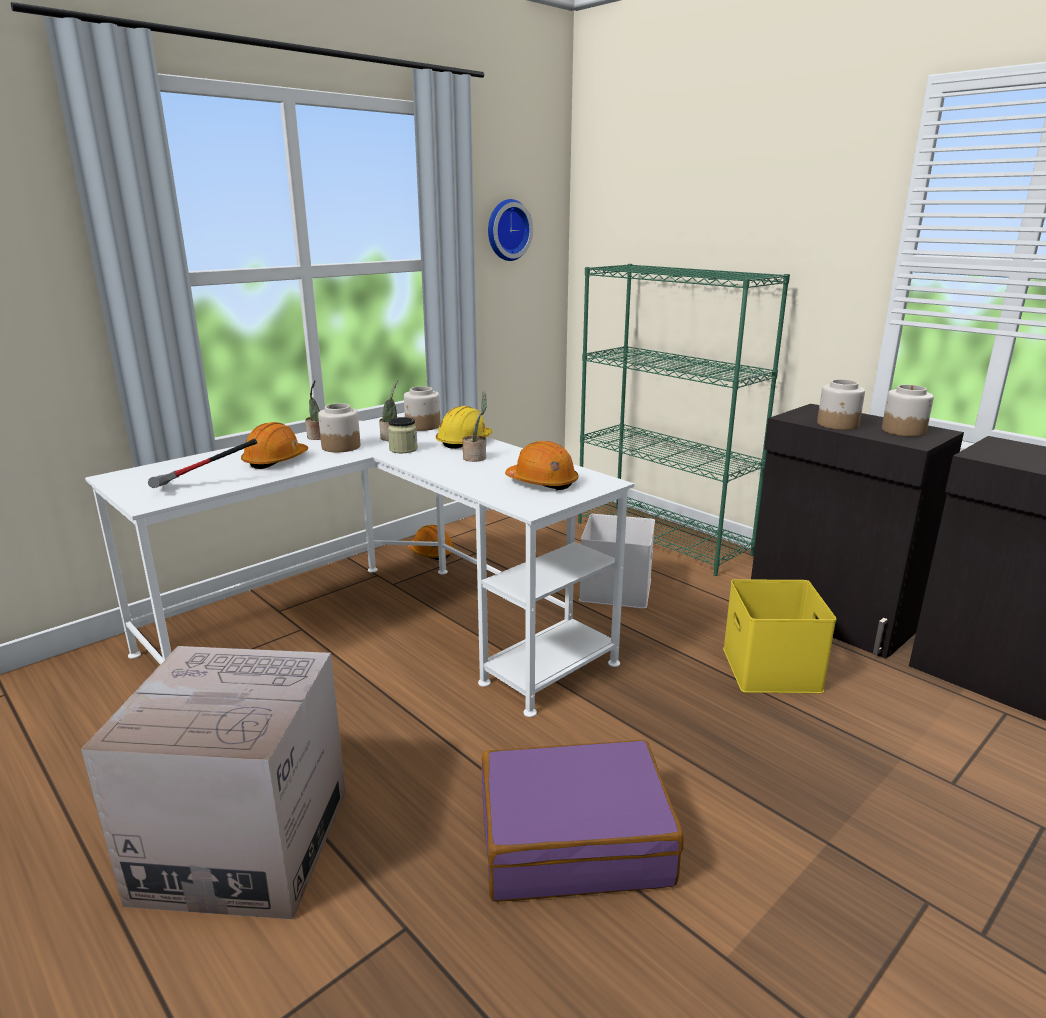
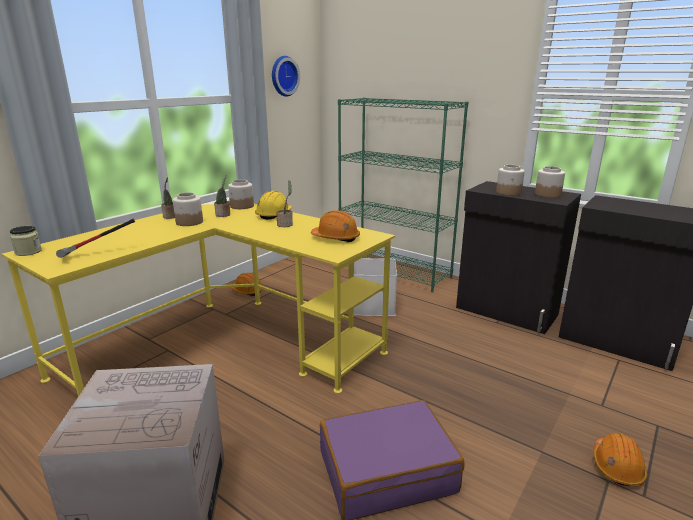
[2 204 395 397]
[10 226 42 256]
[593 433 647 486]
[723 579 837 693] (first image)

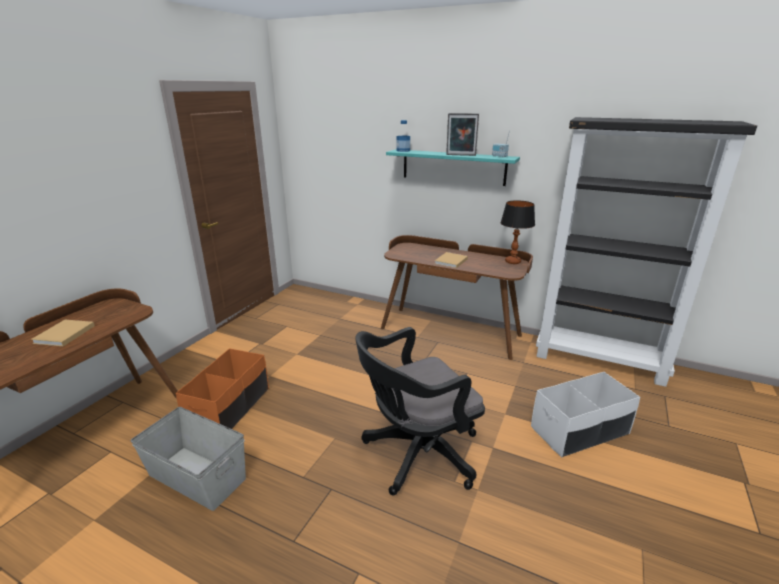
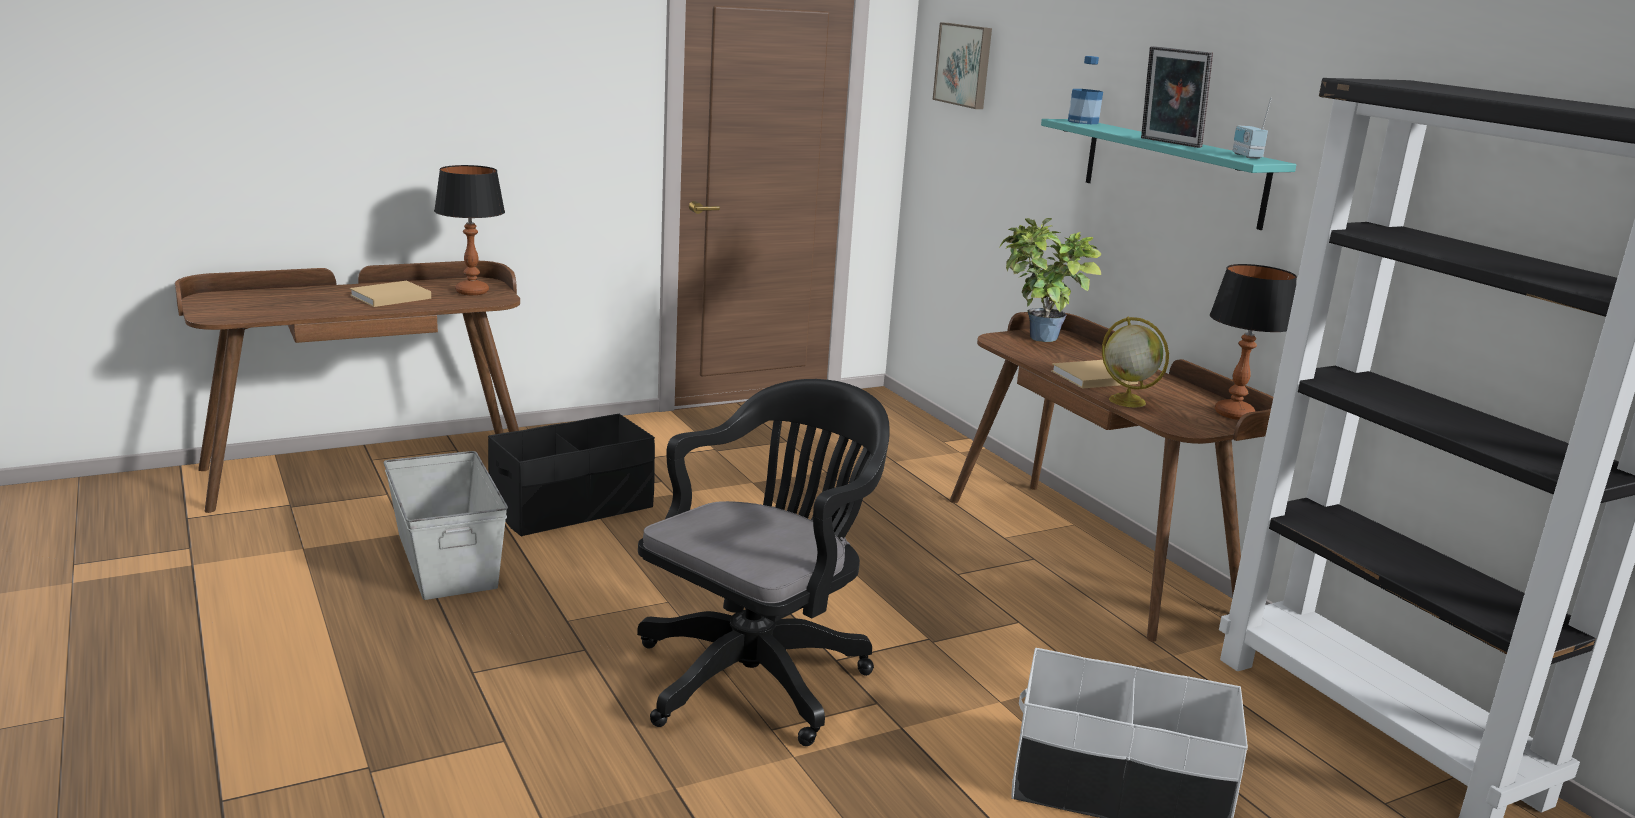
[434 165 505 295]
[488 414 655 537]
[637 379 890 746]
[933 22 992 109]
[999 218 1101 342]
[1102 317 1169 407]

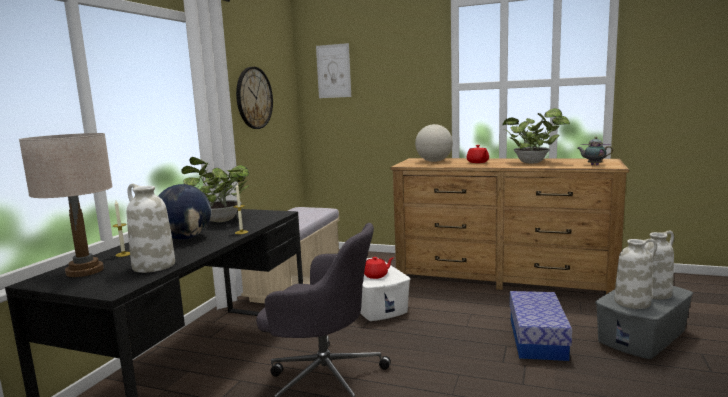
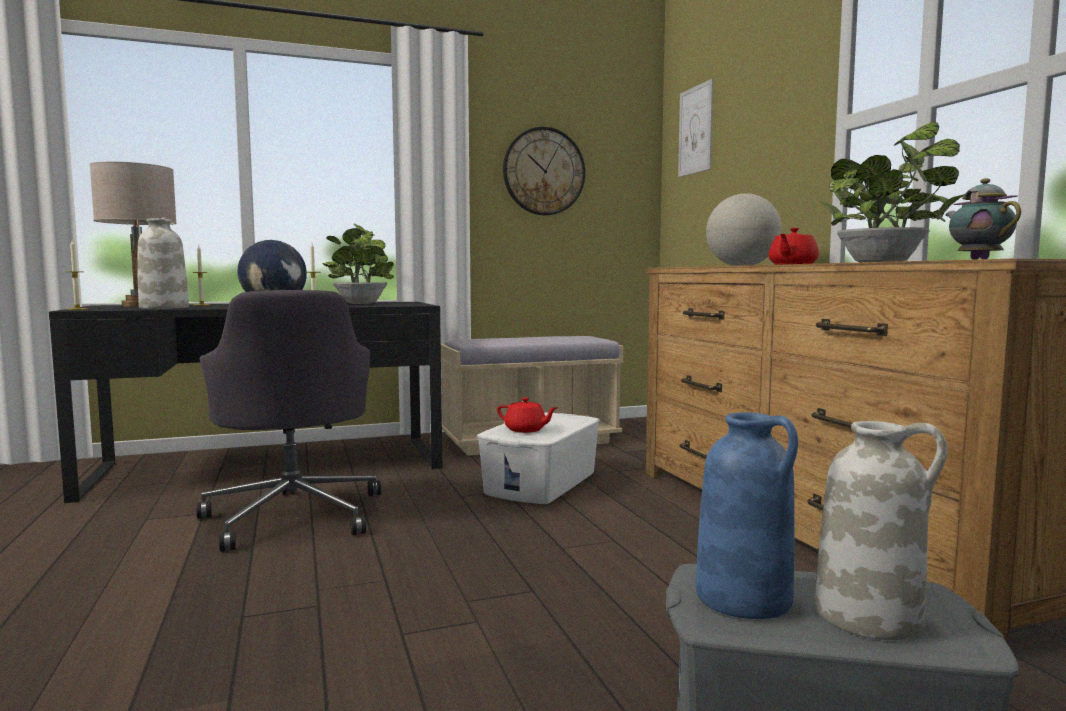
[65 240 88 310]
[696 412 798 619]
[510 291 572 361] (first image)

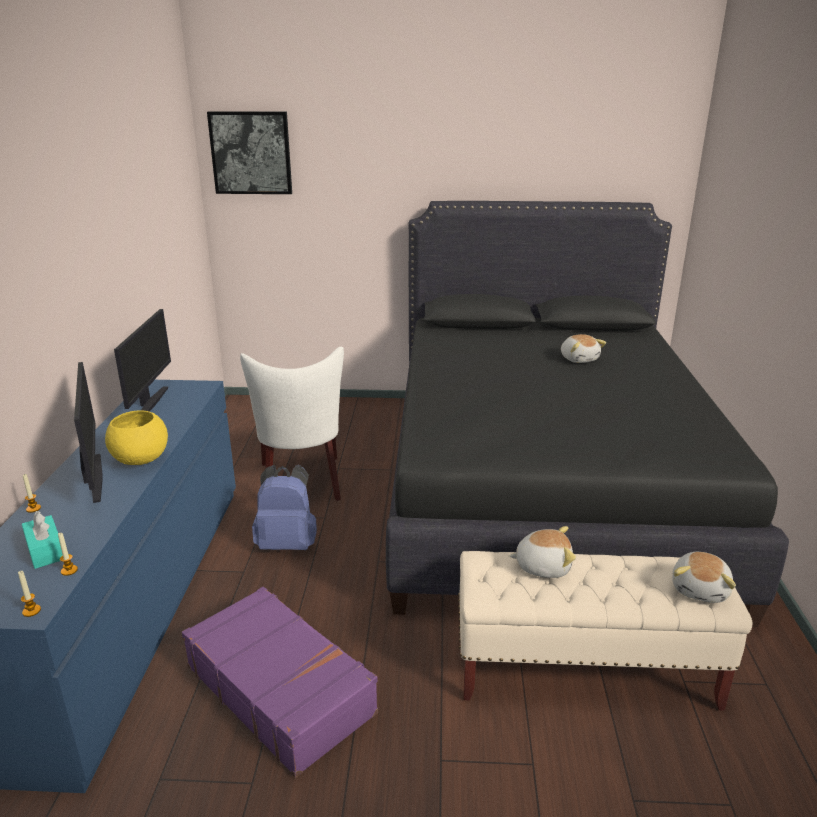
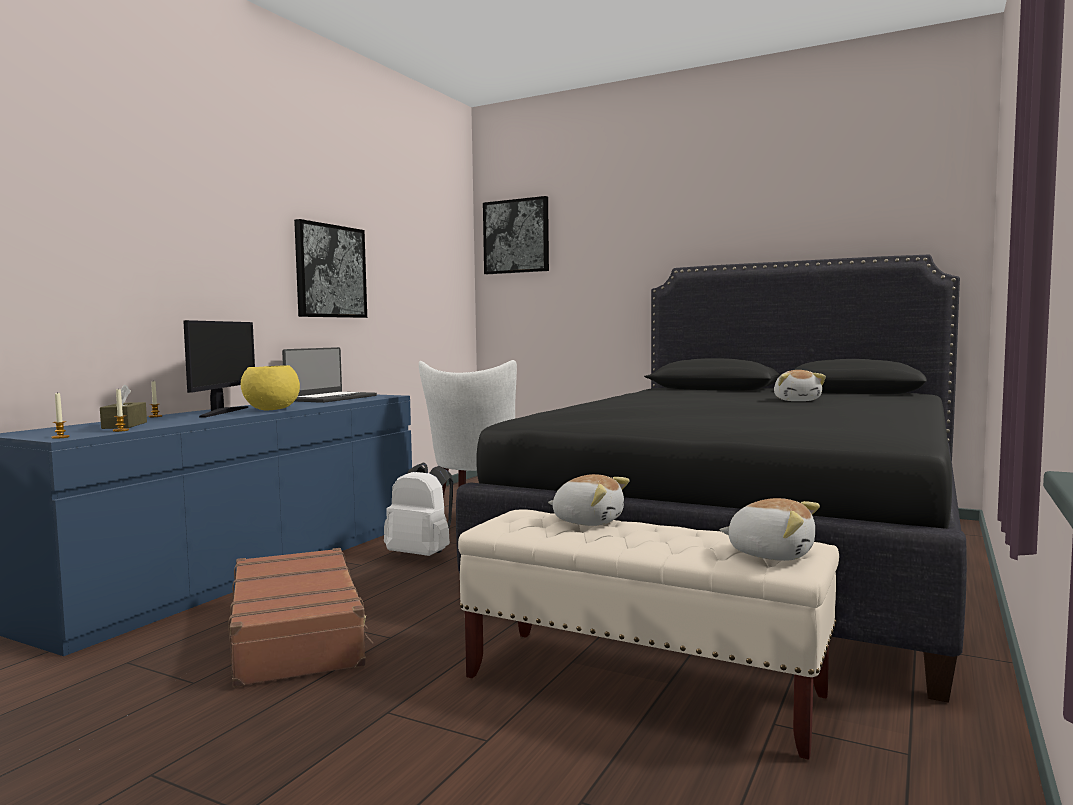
[100 384 147 429]
[228 548 373 687]
[282 347 377 403]
[294 219 367 318]
[384 462 453 556]
[720 498 820 561]

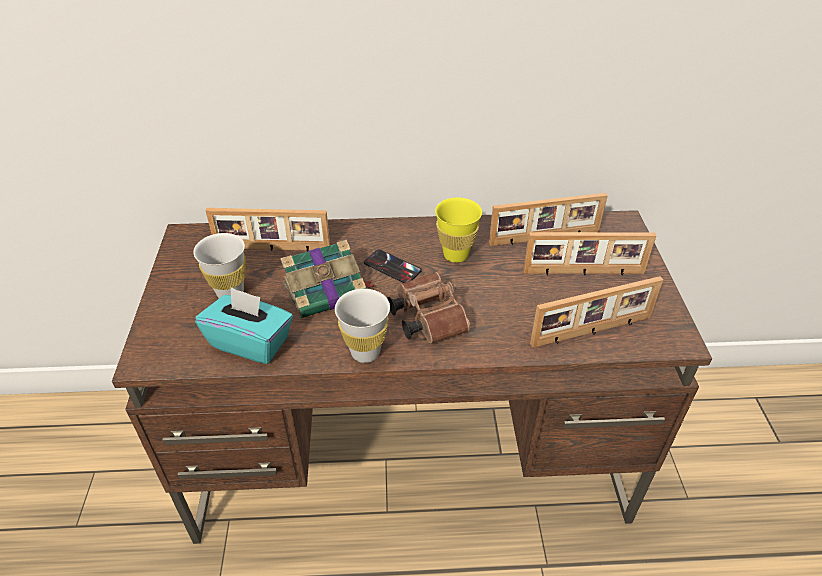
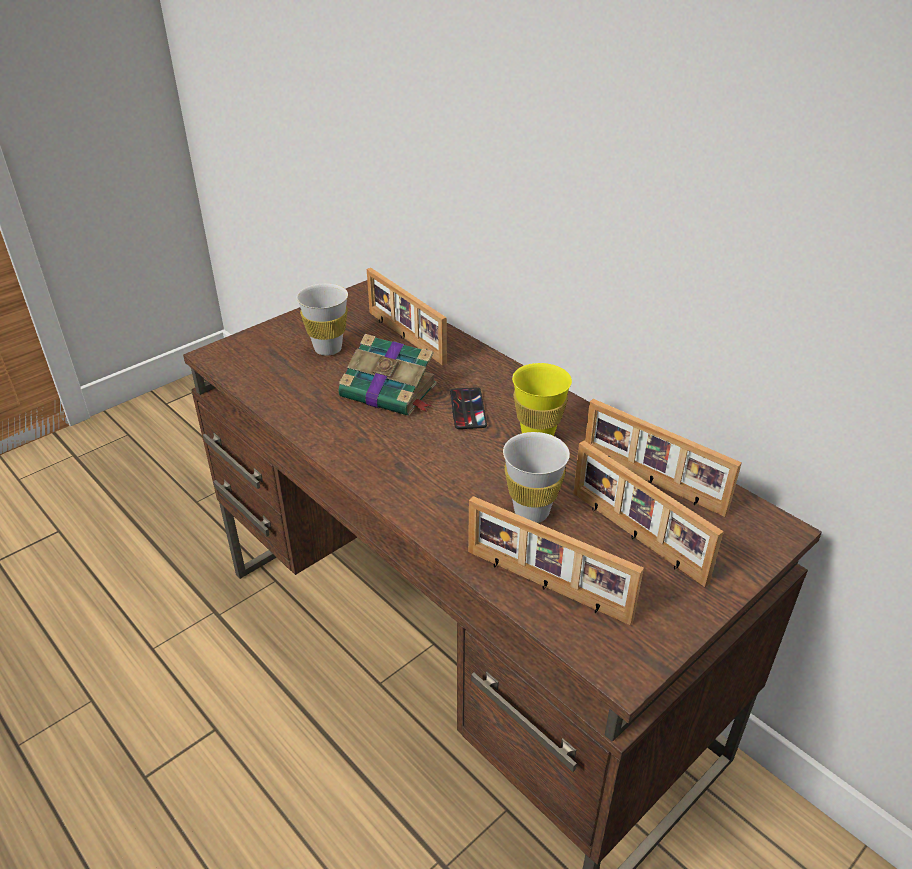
[503 432 570 523]
[195 287 293 364] (first image)
[387 272 471 344] (first image)

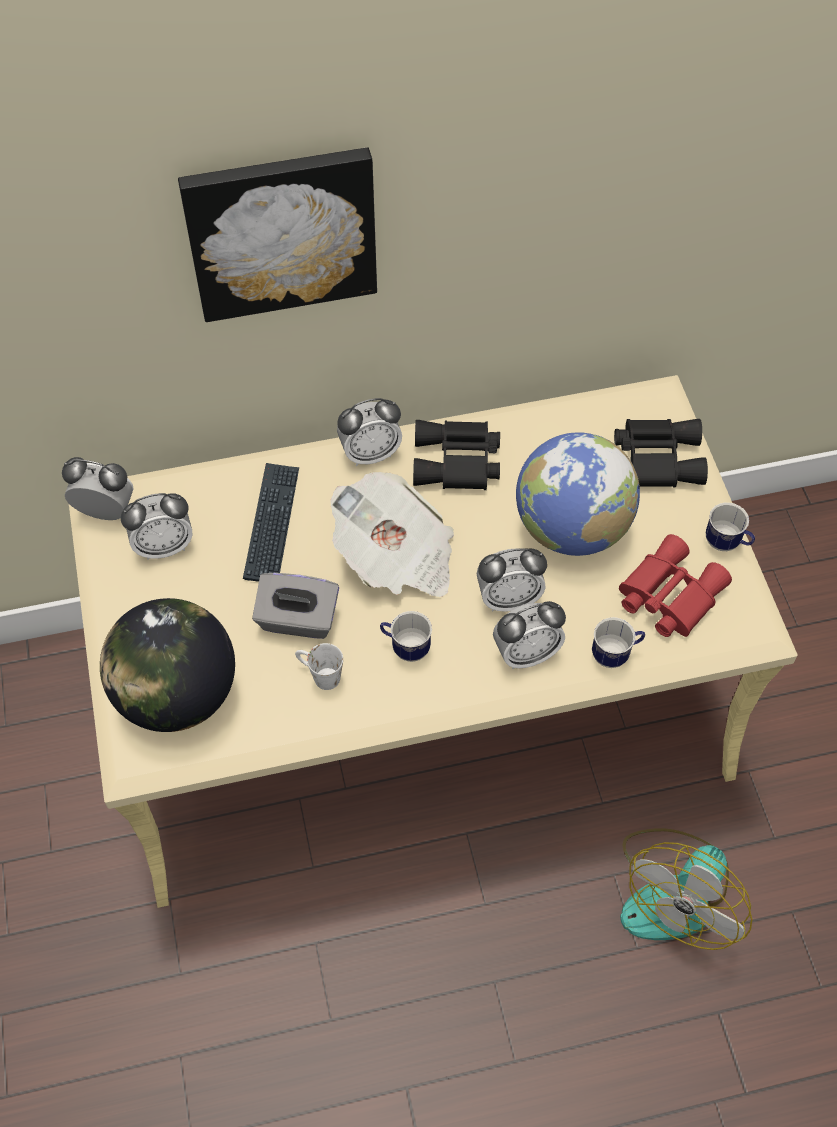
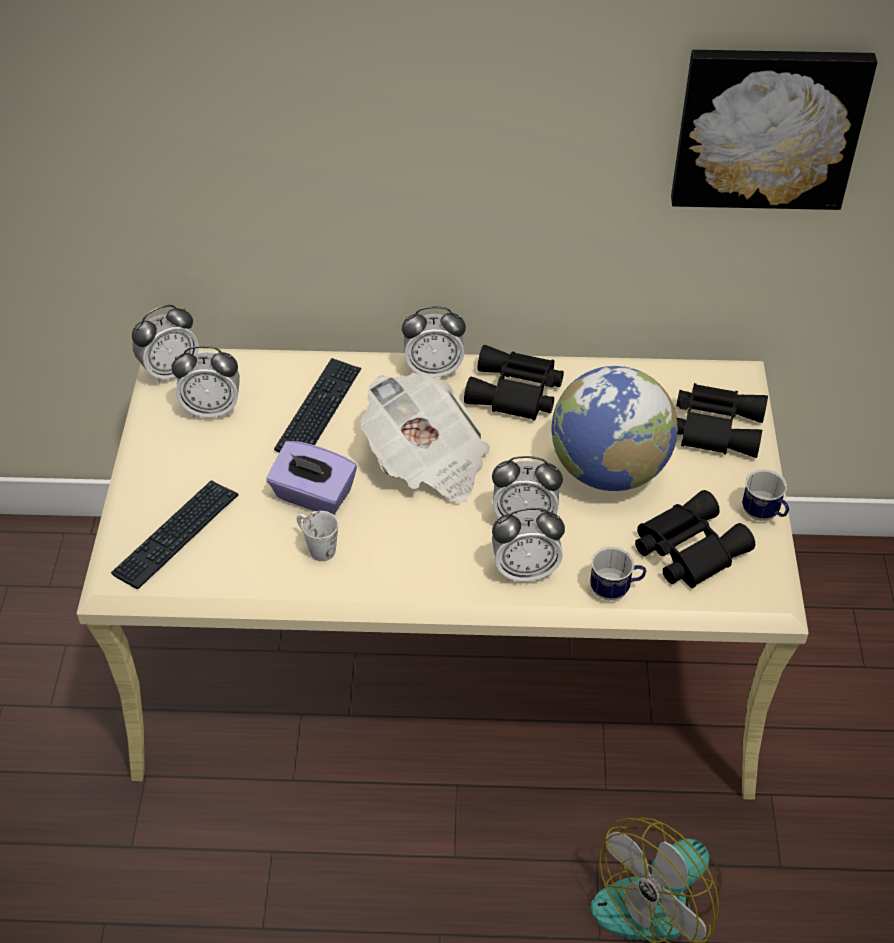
[111 480 238 589]
[132 305 199 384]
[266 441 357 515]
[635 490 755 588]
[671 50 877 210]
[380 611 432 662] (first image)

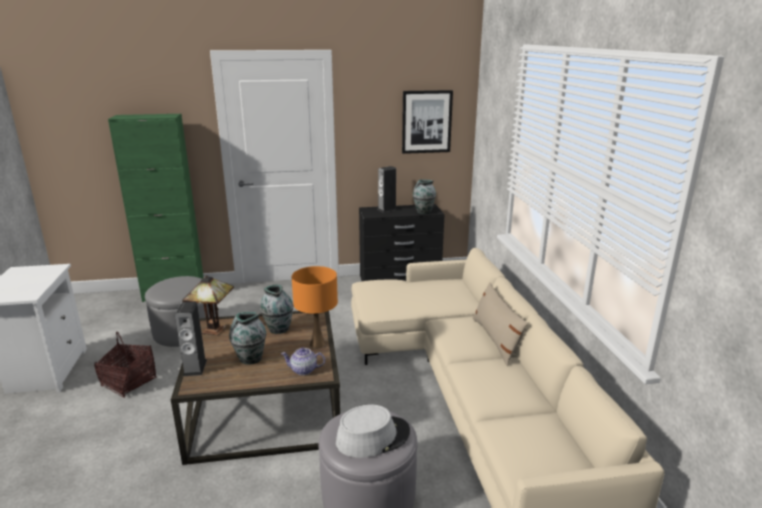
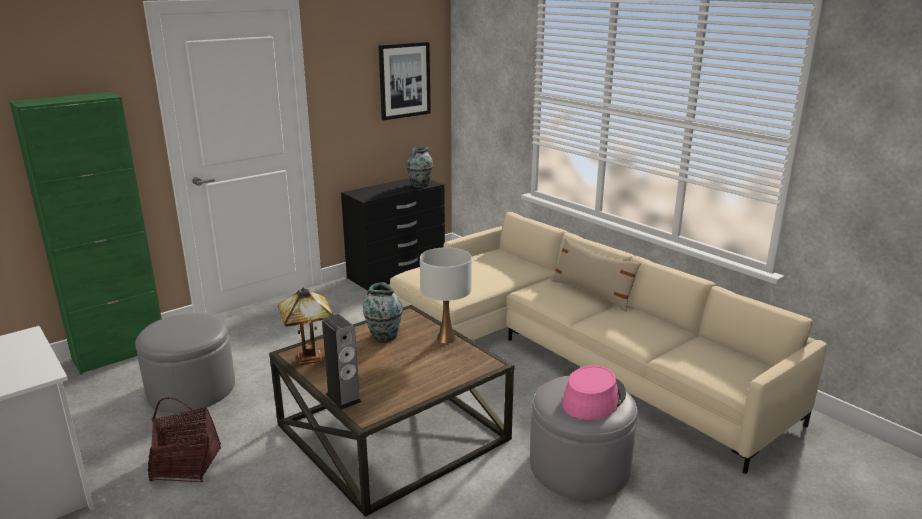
[420 247 472 343]
[562 365 626 420]
[229 312 266 365] (first image)
[281 348 325 375] (first image)
[377 166 397 212] (first image)

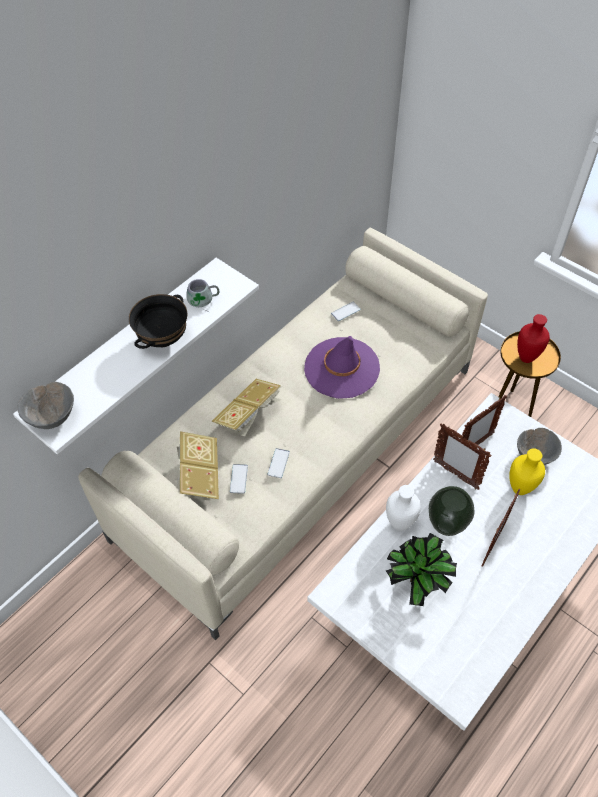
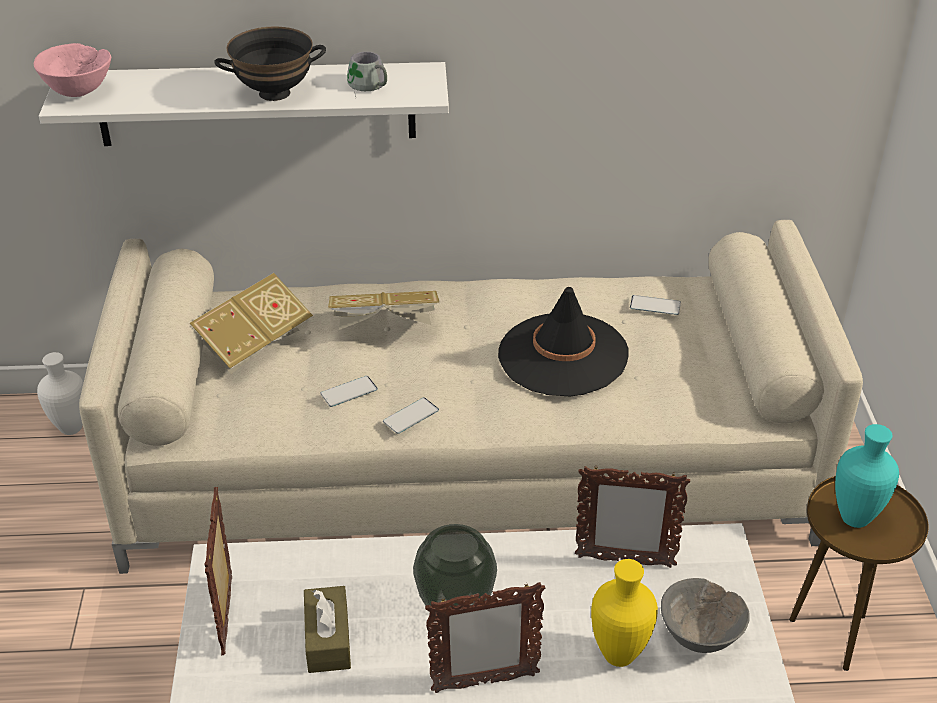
[34 43 111 97]
[37 352 84 435]
[205 487 232 655]
[304 586 351 673]
[383 398 439 434]
[498 287 629 396]
[835 424 899 528]

